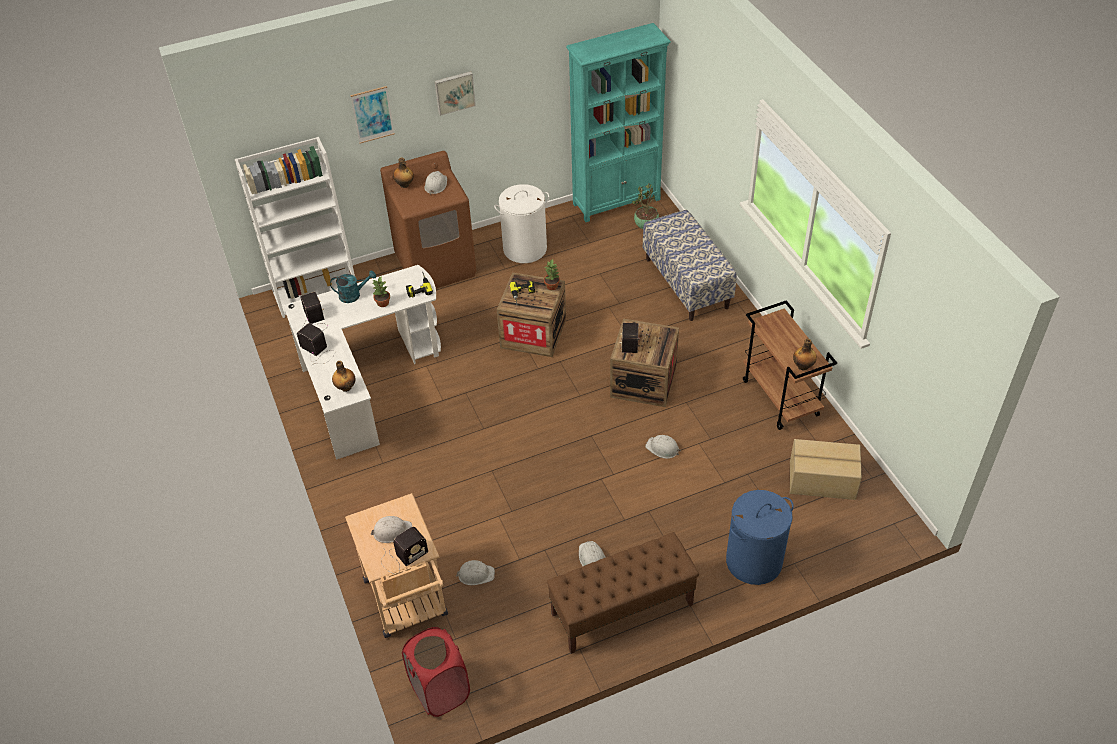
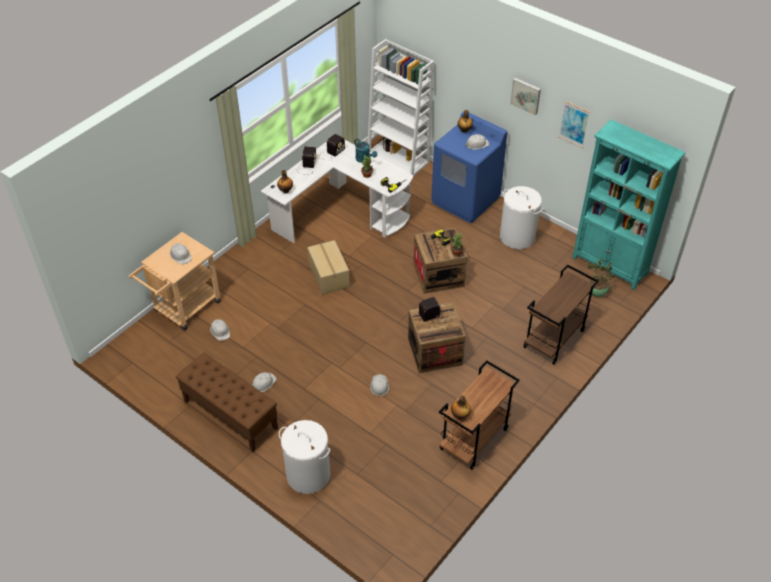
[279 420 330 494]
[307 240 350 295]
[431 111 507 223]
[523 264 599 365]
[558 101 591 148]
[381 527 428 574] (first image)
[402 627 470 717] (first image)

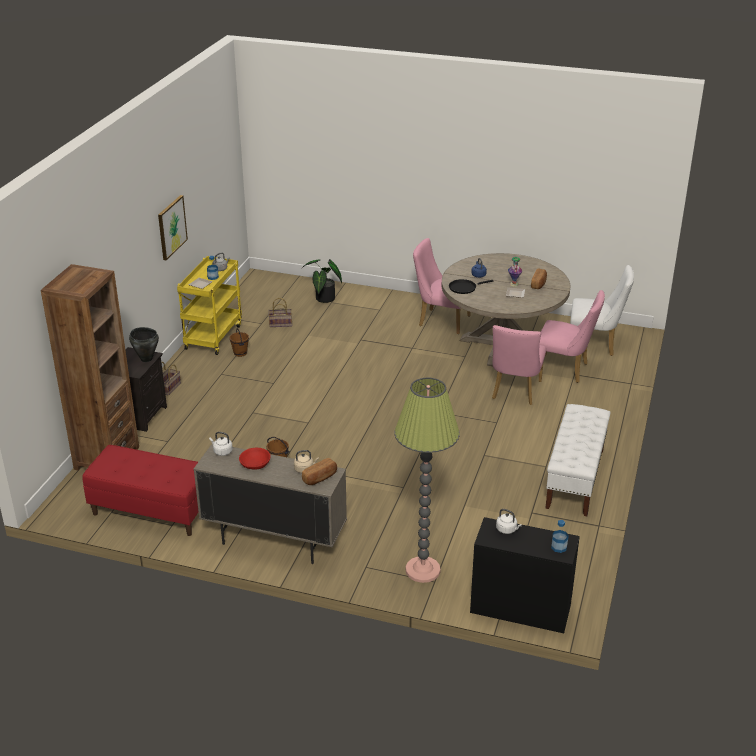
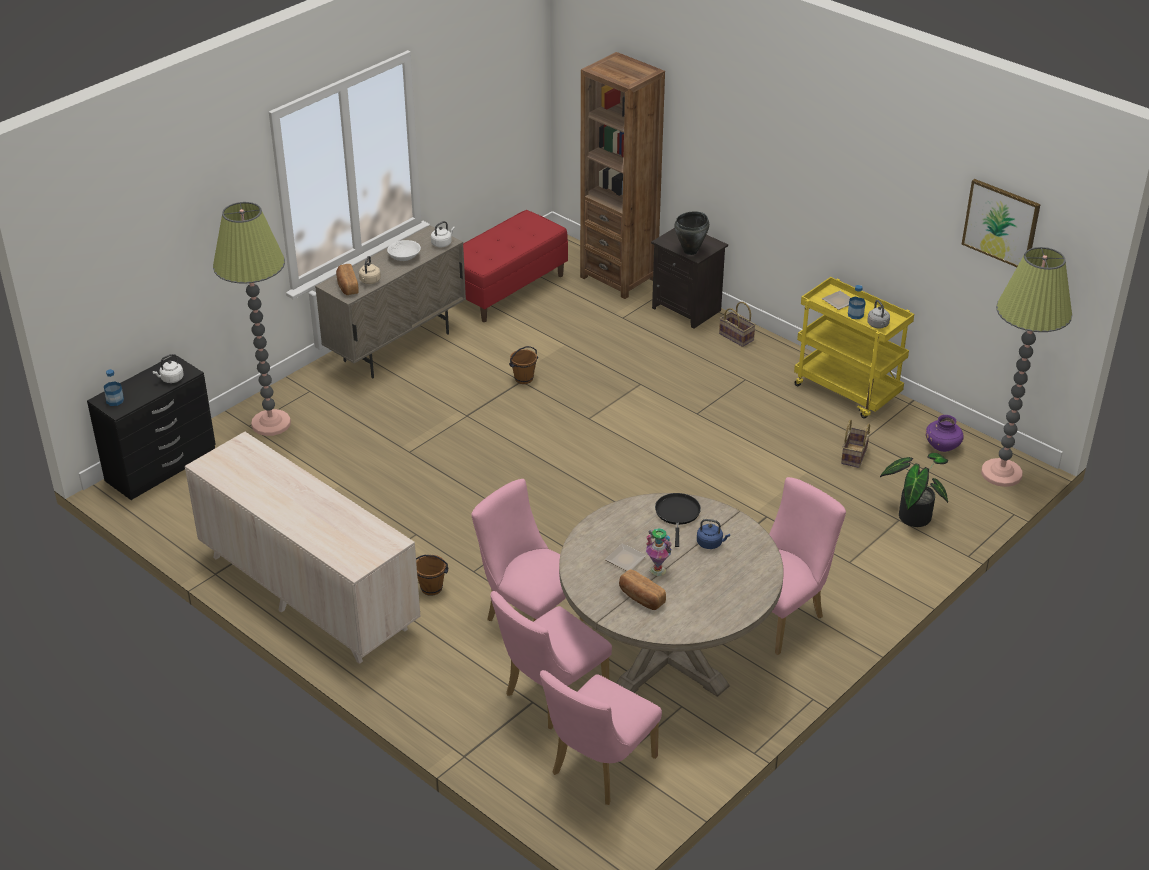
[185 432 420 664]
[387 240 421 261]
[416 555 448 596]
[540 670 662 805]
[925 415 964 452]
[961 179 1041 267]
[981 247 1072 487]

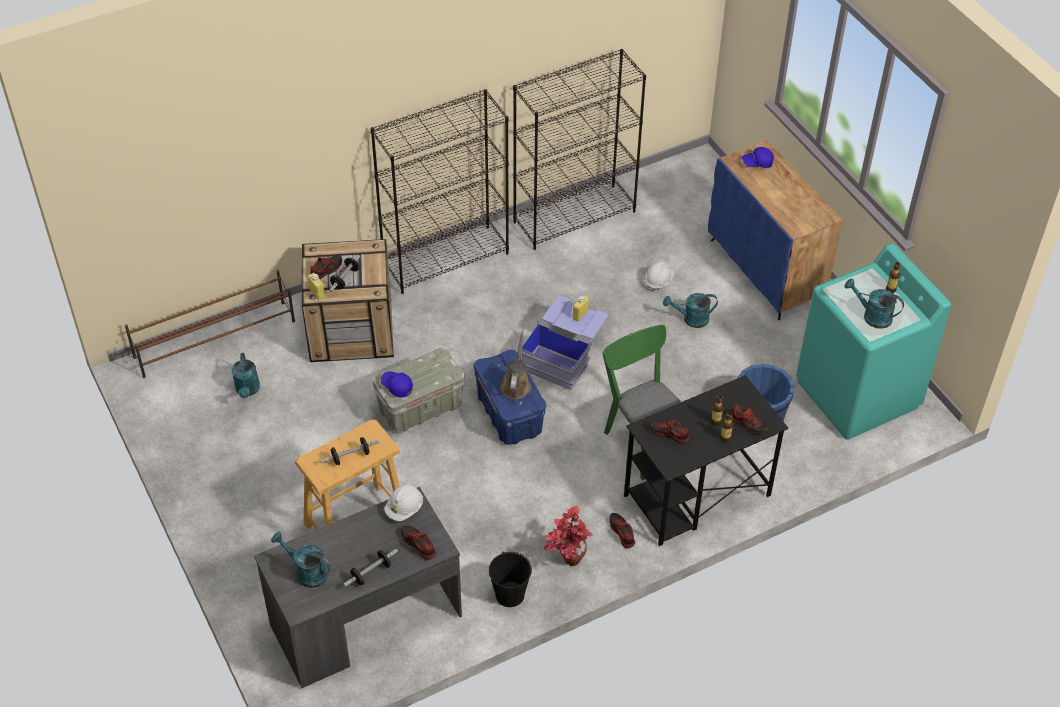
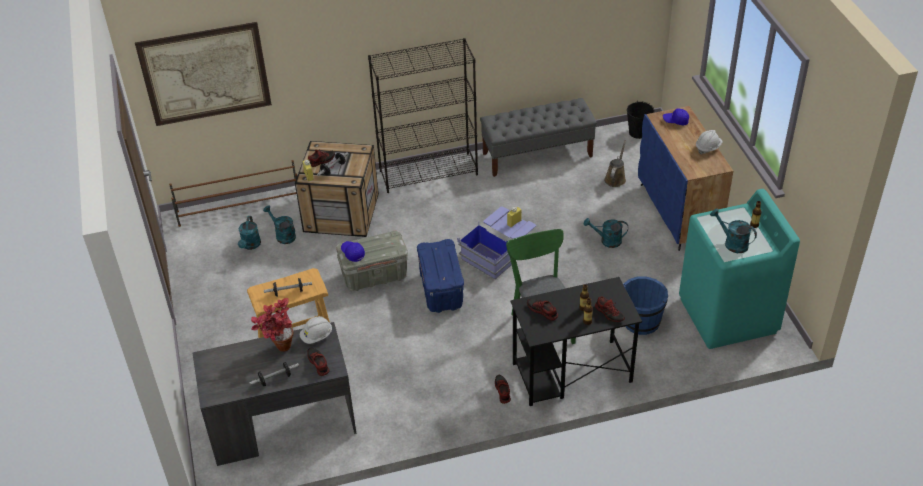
[135 22 272 126]
[251 298 293 352]
[263 206 296 244]
[480 98 597 177]
[604 141 626 187]
[627 101 654 139]
[696 130 723 154]

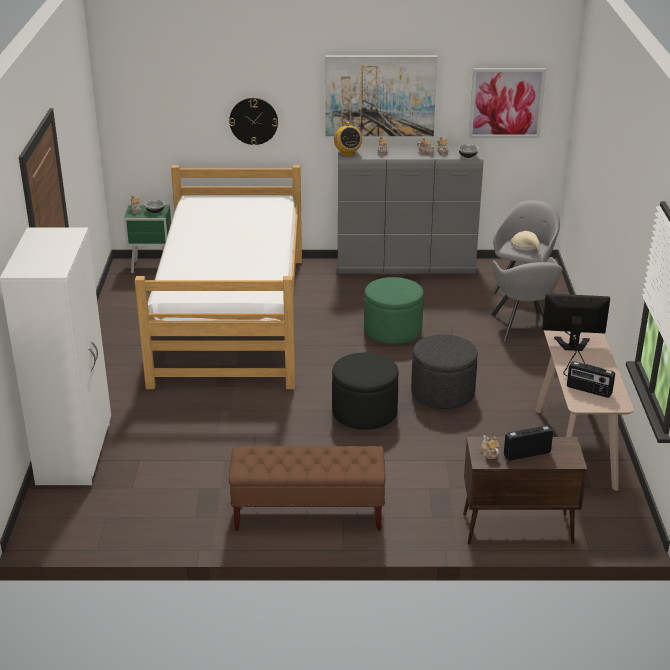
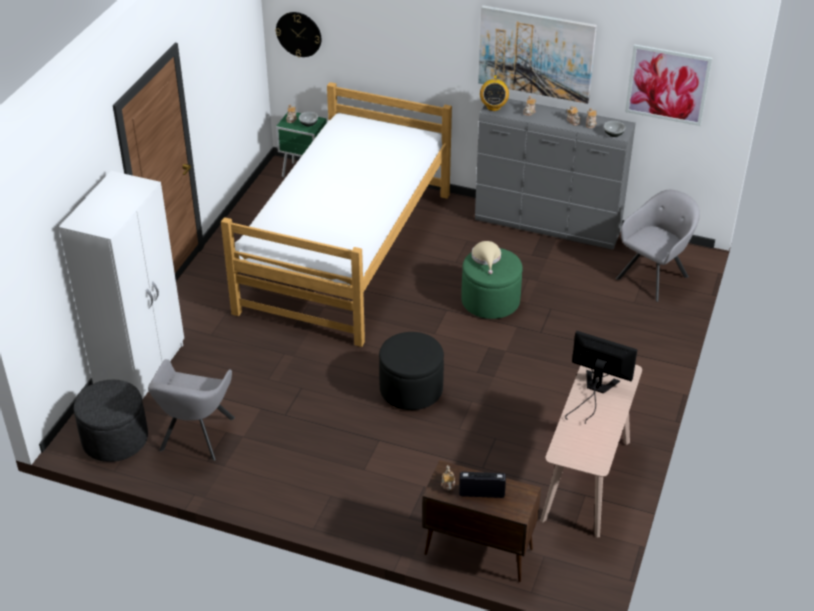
[74 380 148 462]
[148 359 235 461]
[276 12 321 57]
[472 241 501 274]
[229 446 386 530] (first image)
[567 361 615 398] (first image)

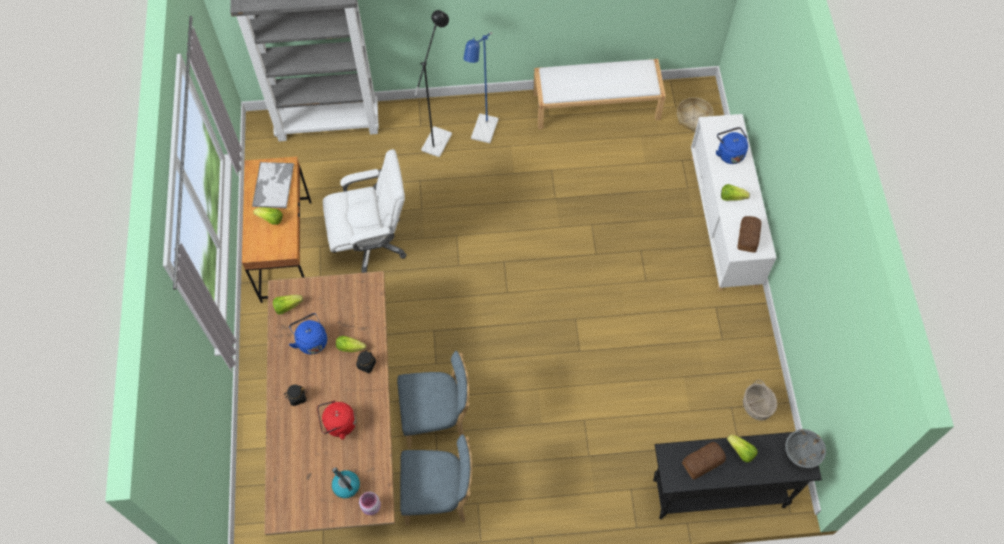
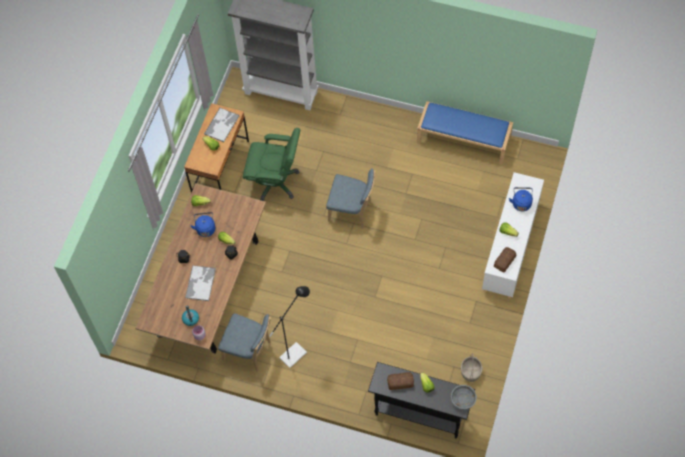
[185 265 216 301]
[243 128 300 201]
[269 286 310 368]
[326 168 376 228]
[417 101 513 165]
[463 32 499 143] (first image)
[677 97 714 132] (first image)

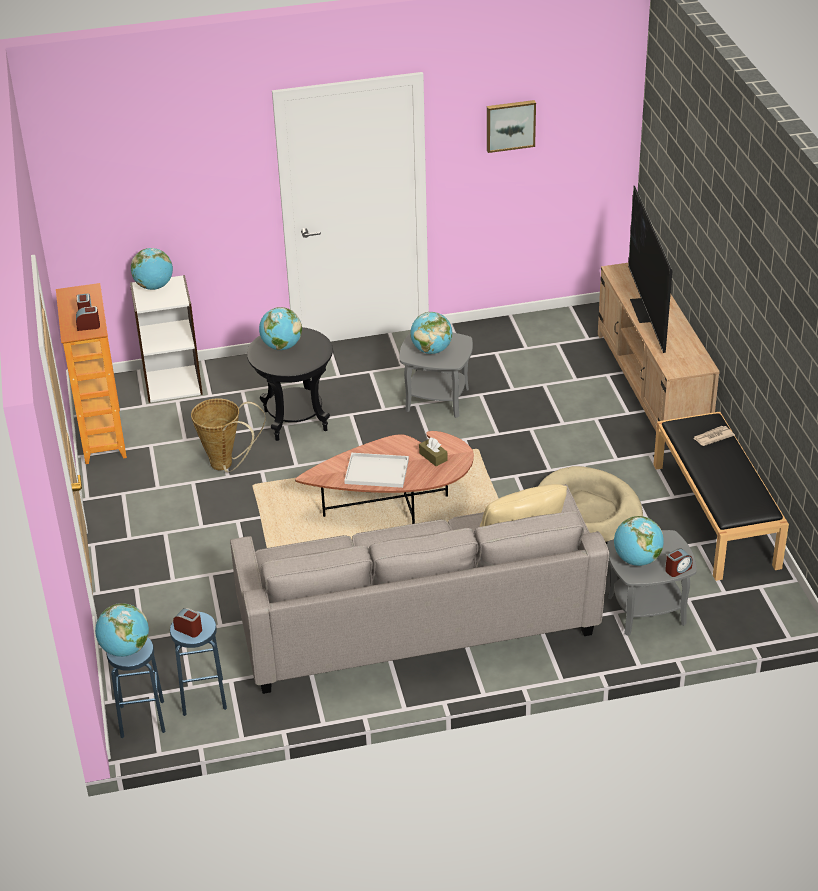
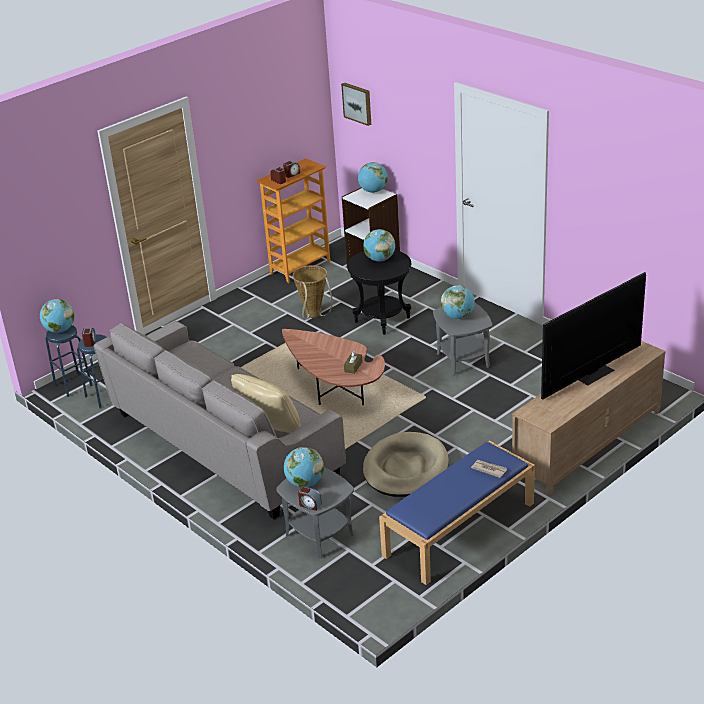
[341 83 371 126]
[379 441 535 585]
[344 453 409 488] (first image)

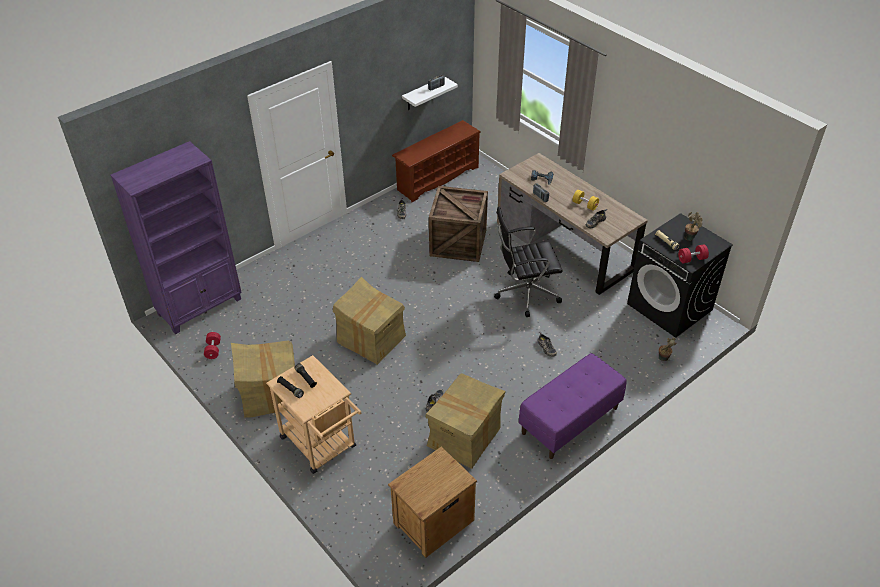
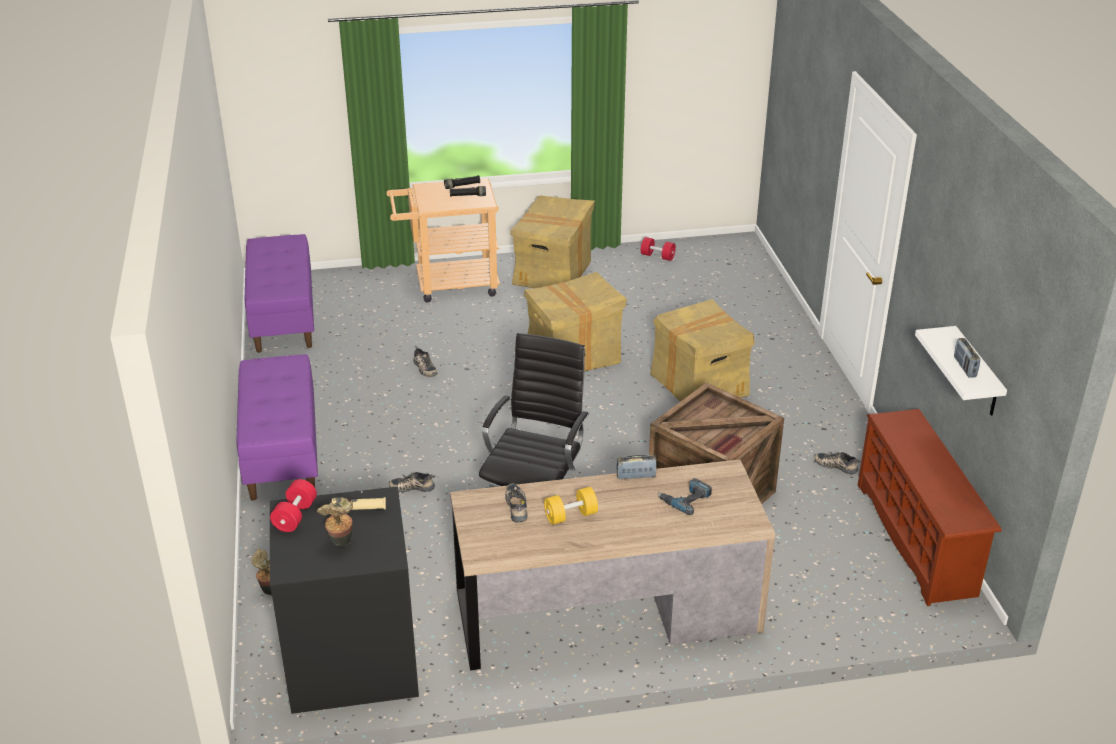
[245 234 314 353]
[650 299 755 402]
[110 141 242 334] (first image)

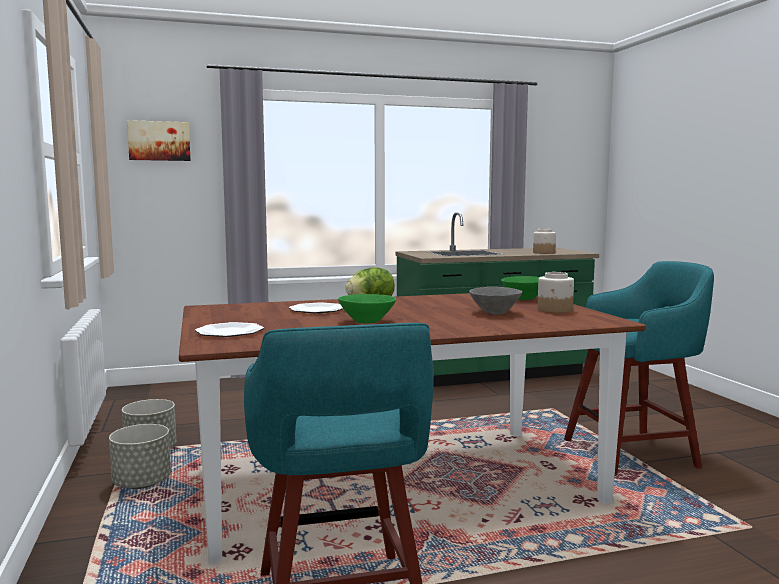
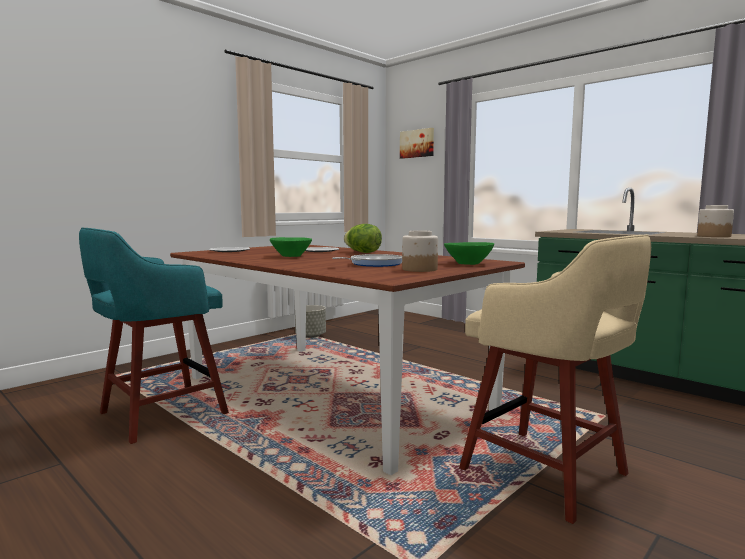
[332 254 402 267]
[459 234 651 524]
[109 424 171 489] (first image)

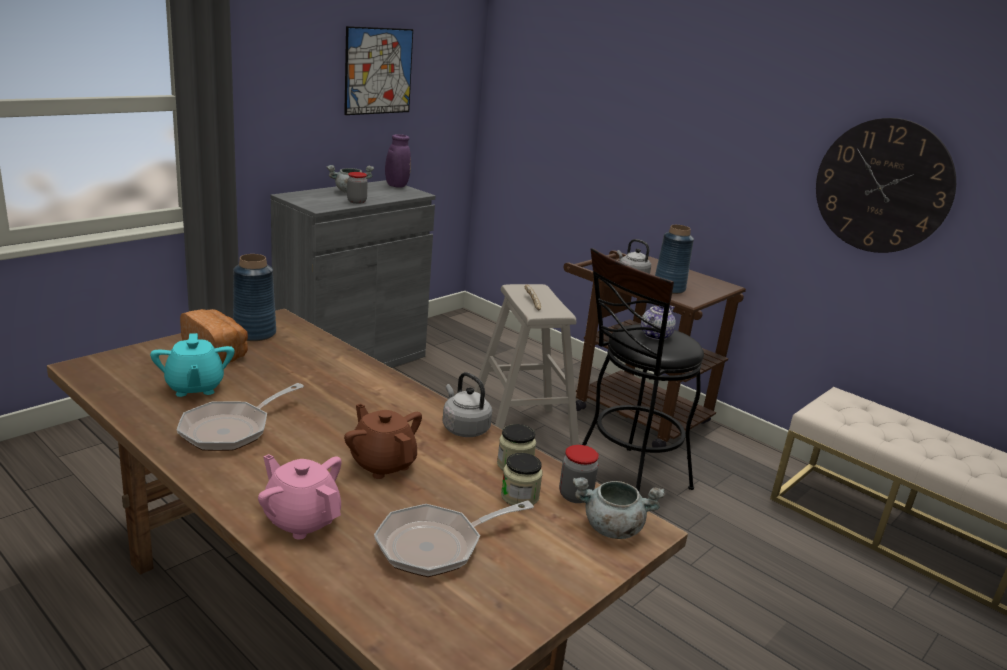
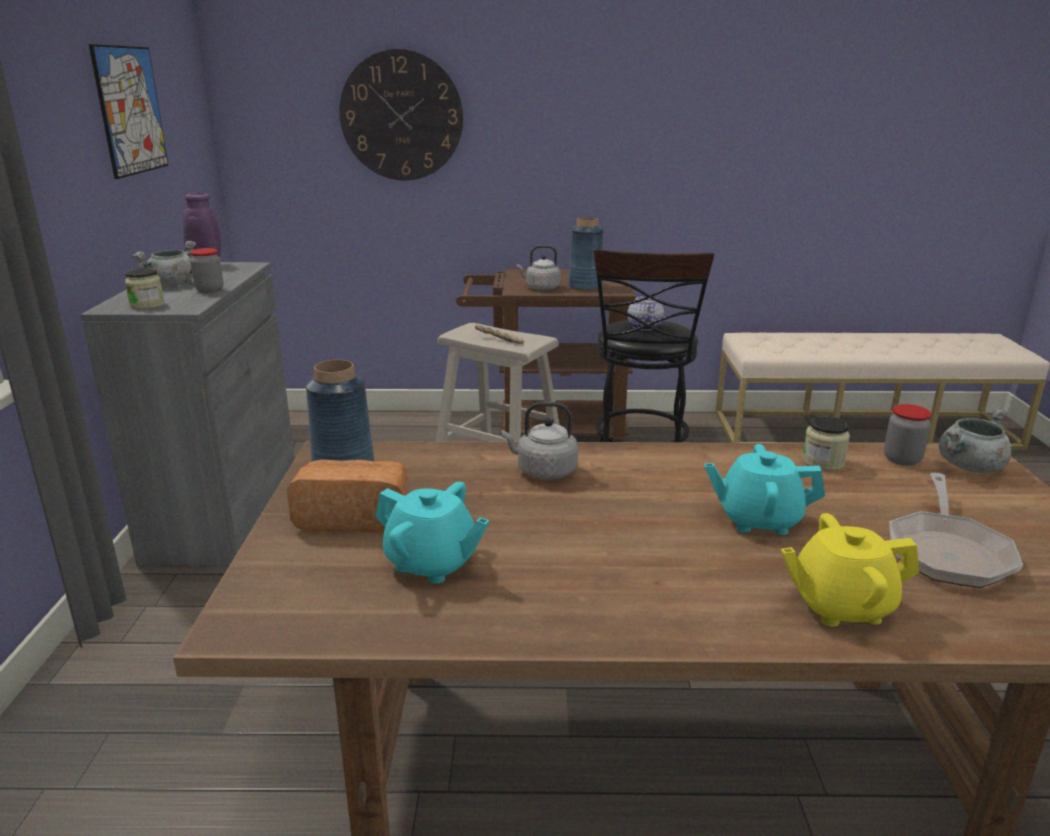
[125 268 165 309]
[339 49 463 180]
[501 402 578 480]
[704 444 825 535]
[781 513 919 627]
[177 383 304 451] (first image)

